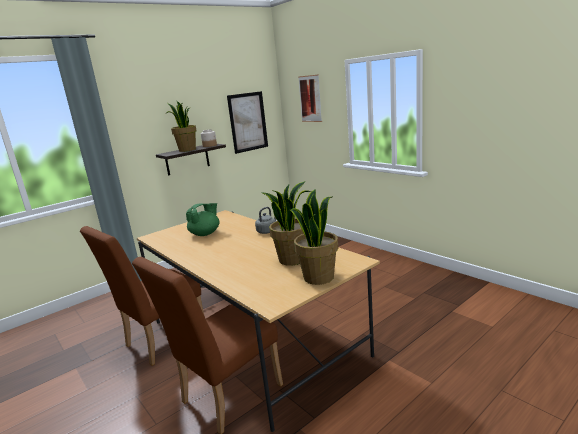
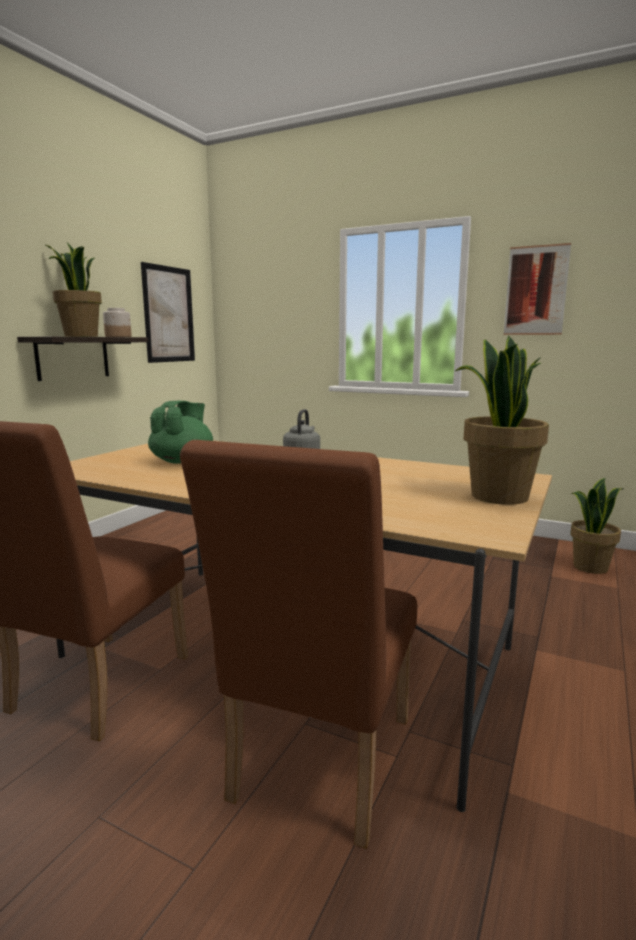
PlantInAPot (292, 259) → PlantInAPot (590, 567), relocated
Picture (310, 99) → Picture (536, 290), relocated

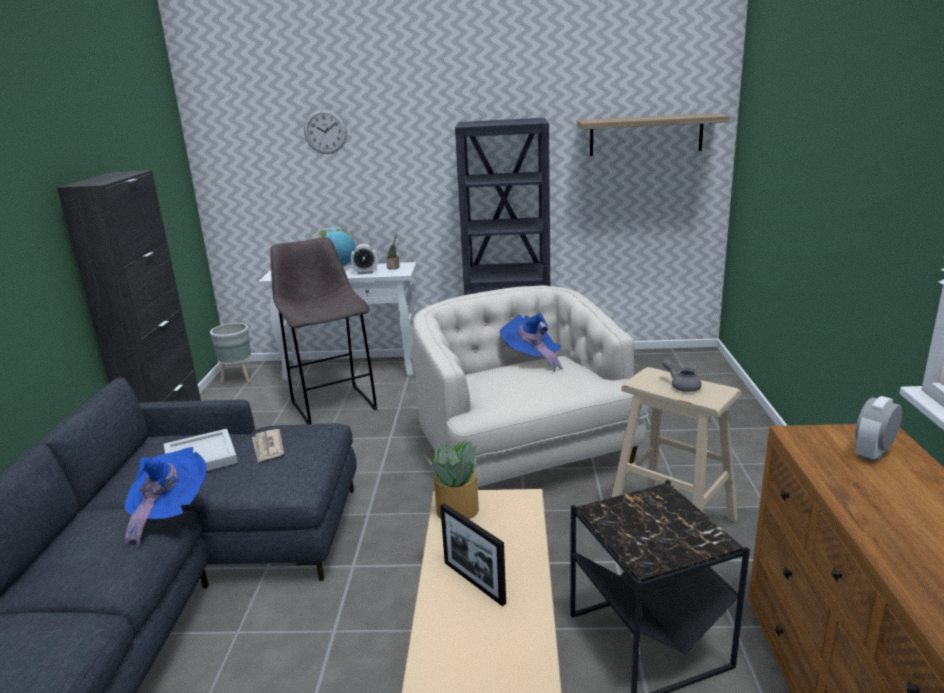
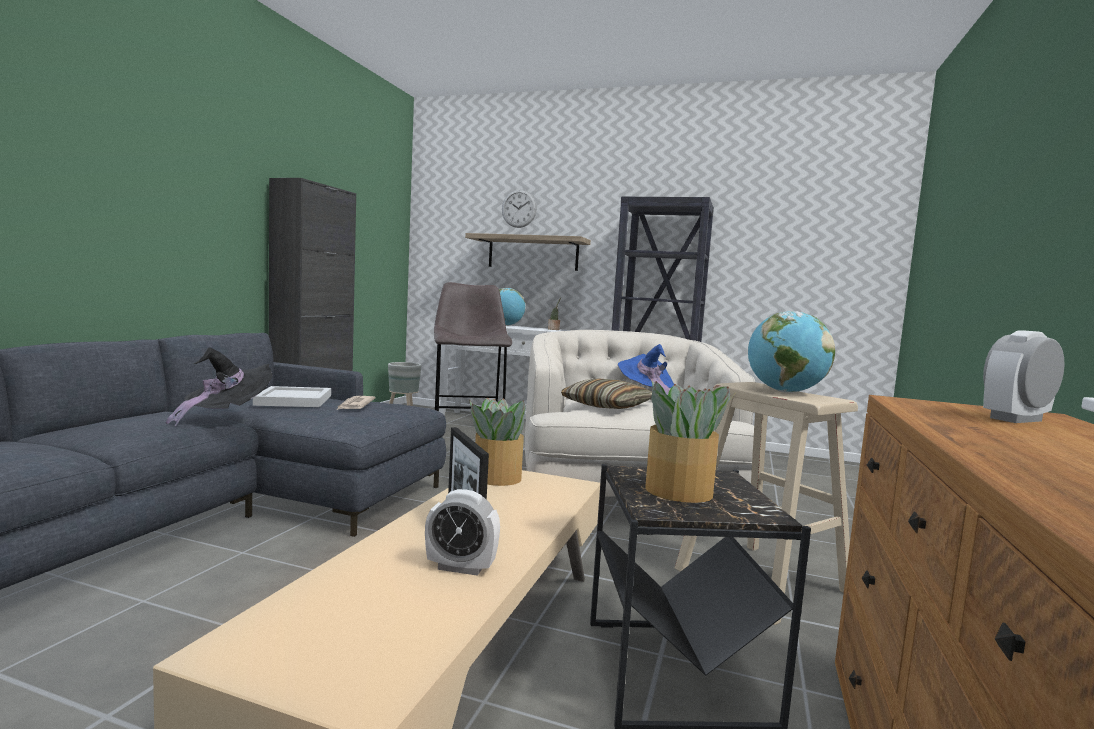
- → Pillow (607, 406)
- → PlantInAPot (680, 492)
AlarmClock (365, 272) → AlarmClock (461, 567), relocated
WallShelf (646, 135) → WallShelf (533, 253), relocated
GreyishPotForTea (682, 385) → DeskGlobe (785, 392)
BlueColouredHat (168, 512) → BlackColouredHat (225, 417)

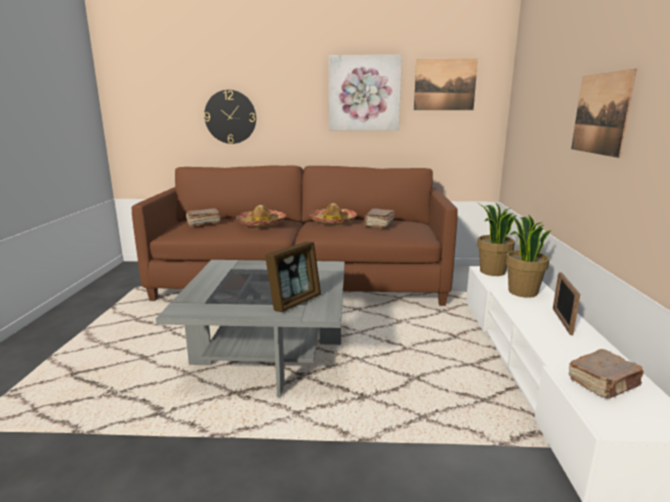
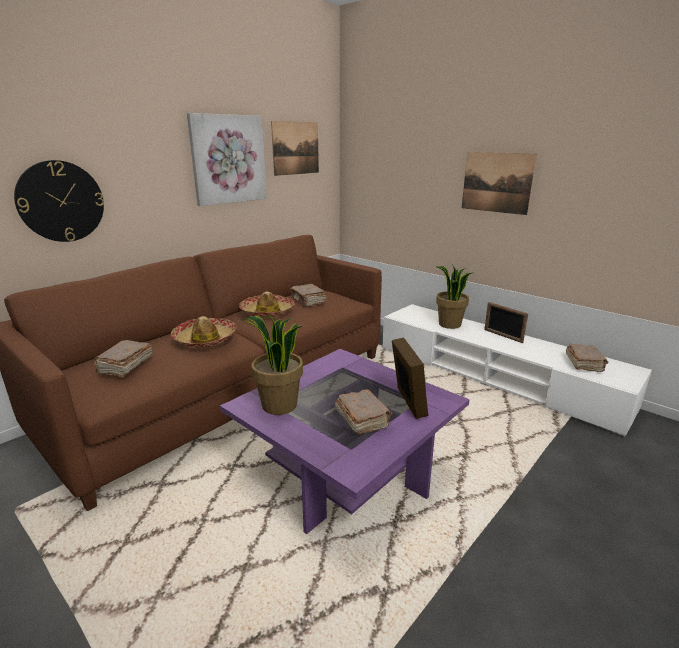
- → BrownBoundBook (362, 419)
PlantInAPot (492, 272) → PlantInAPot (279, 406), relocated
GreyishLoungeTable (268, 354) → PurpleLoungeTable (345, 472)

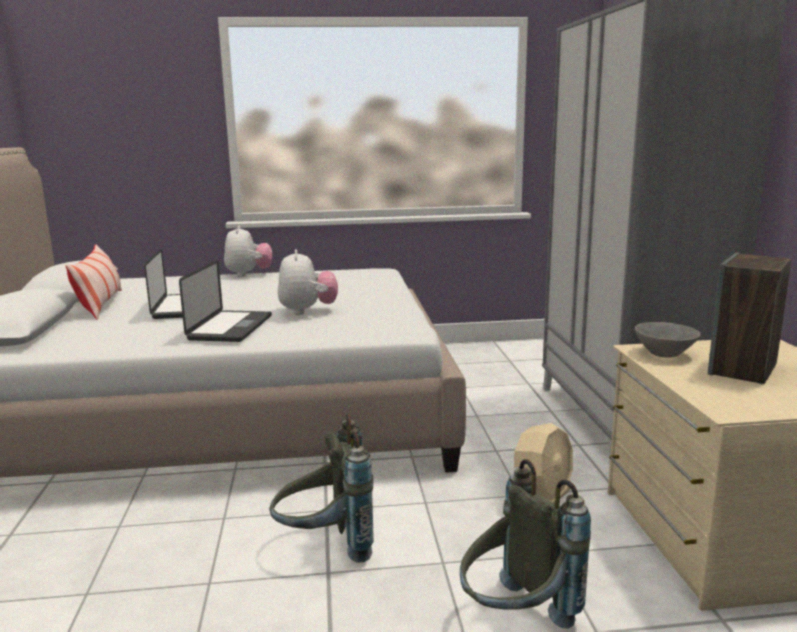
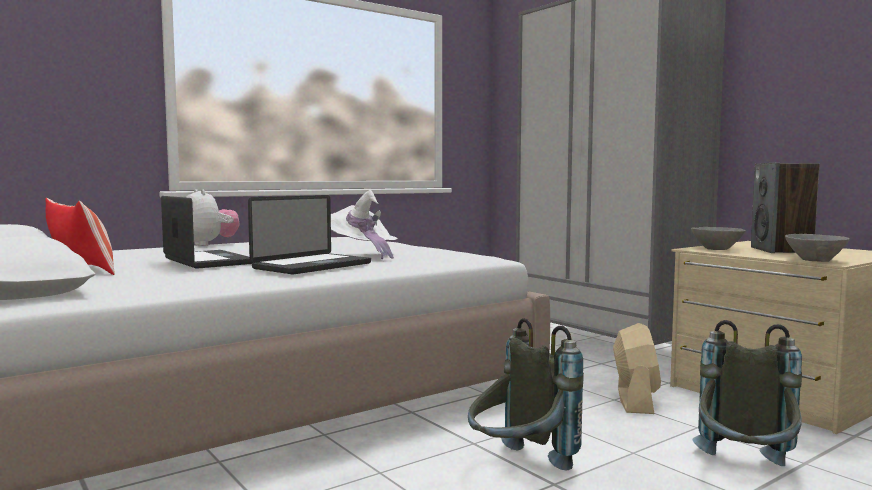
- → GreyishBowl (815, 260)
PlushToy (308, 311) → WhitishHat (362, 254)
PortableComputer (230, 328) → PortableComputer (312, 266), 60 degrees clockwise

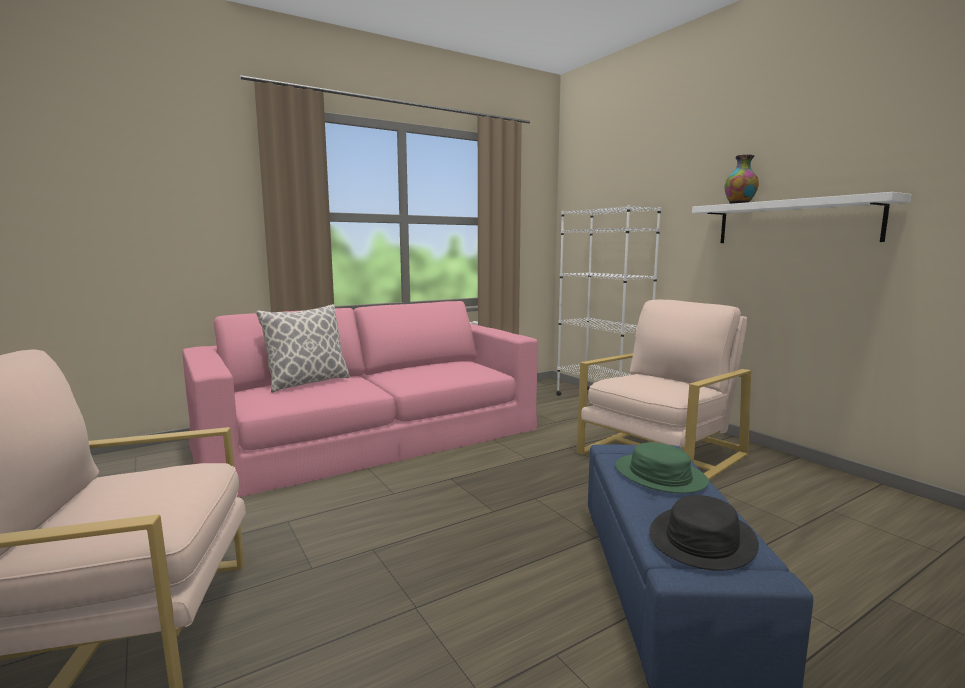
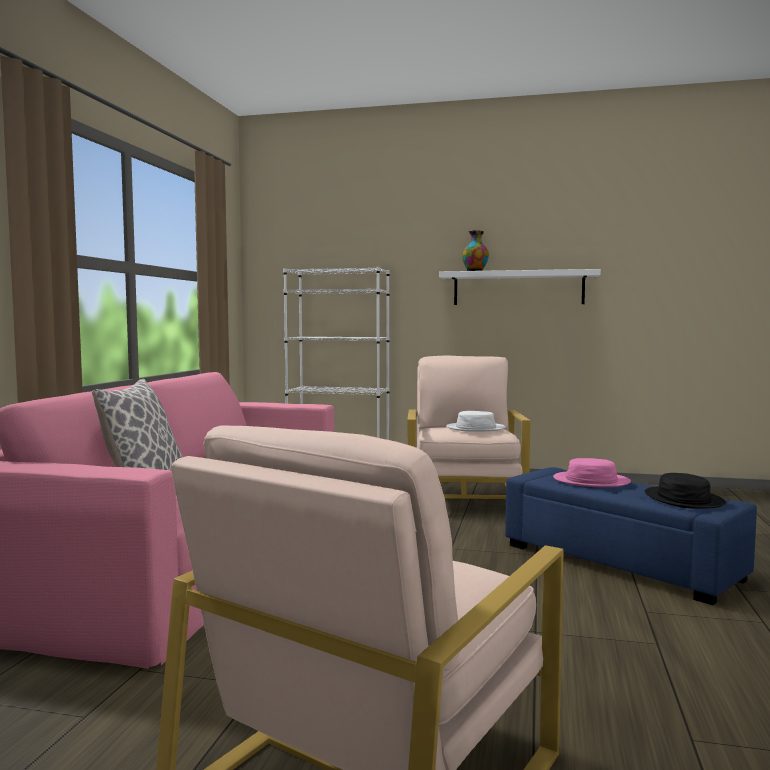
- → WhitishHat (475, 428)
GreenHat (659, 475) → PinkColouredHat (591, 481)

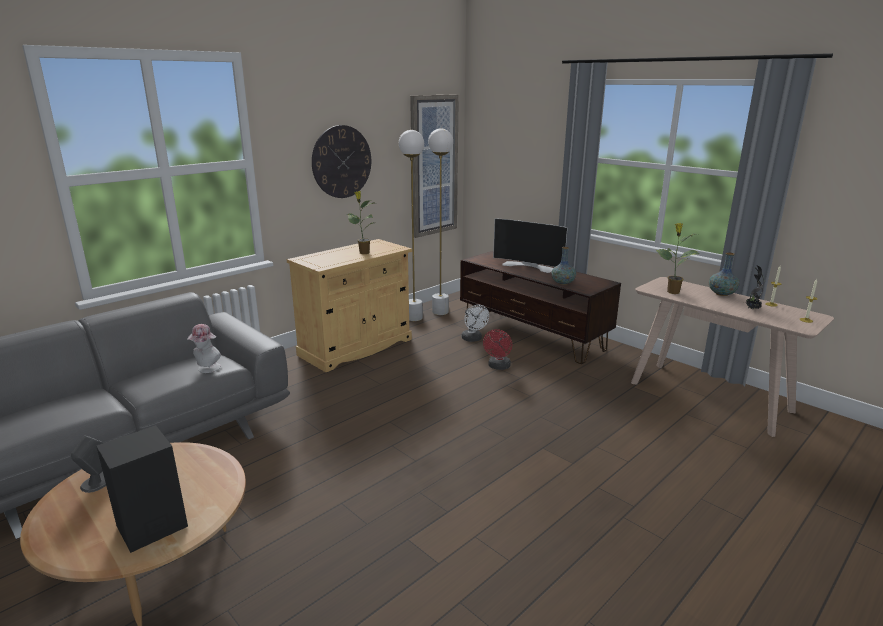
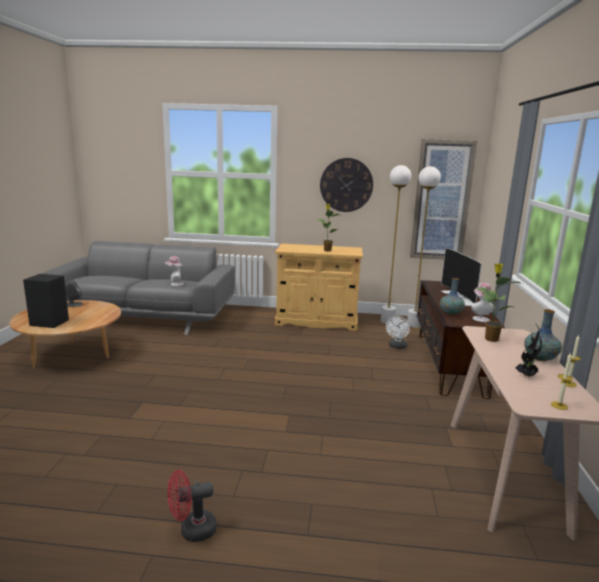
- → Hat (479, 318)
RedColouredFan (498, 367) → RedColouredFan (192, 531), relocated

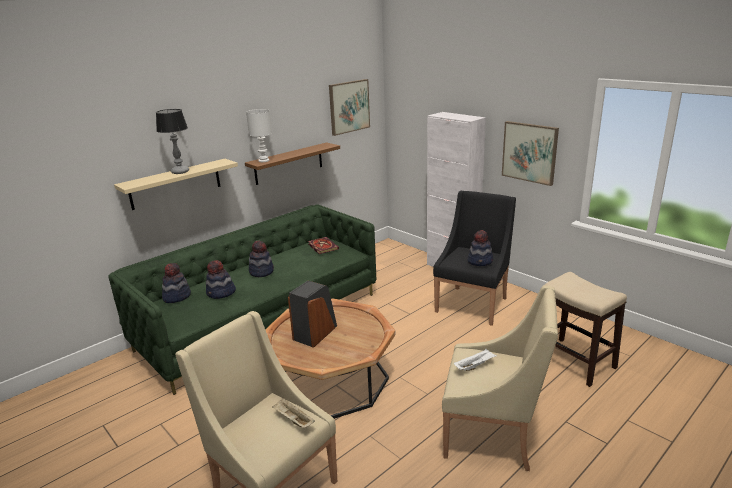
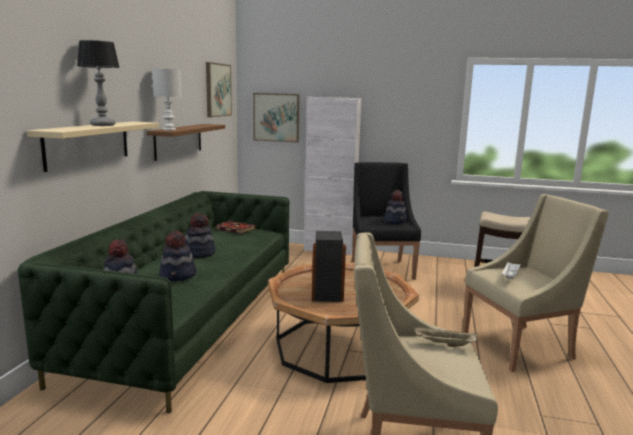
Picture (529, 152) → Picture (276, 117), relocated

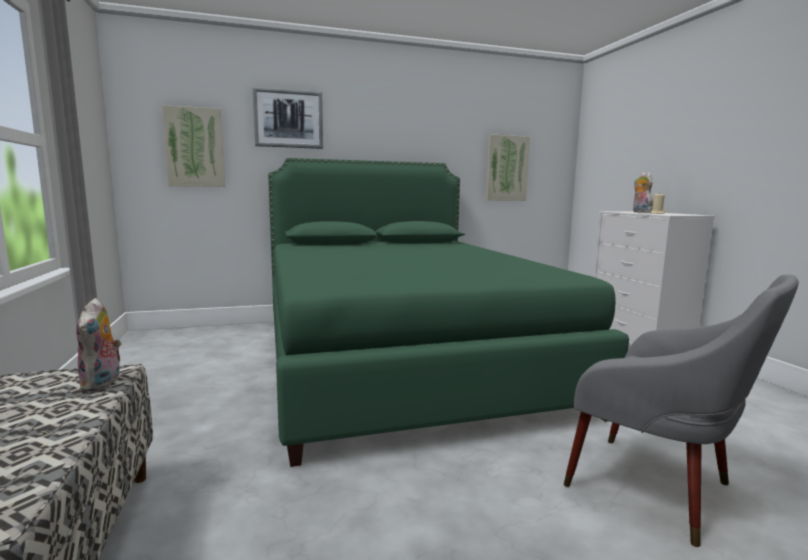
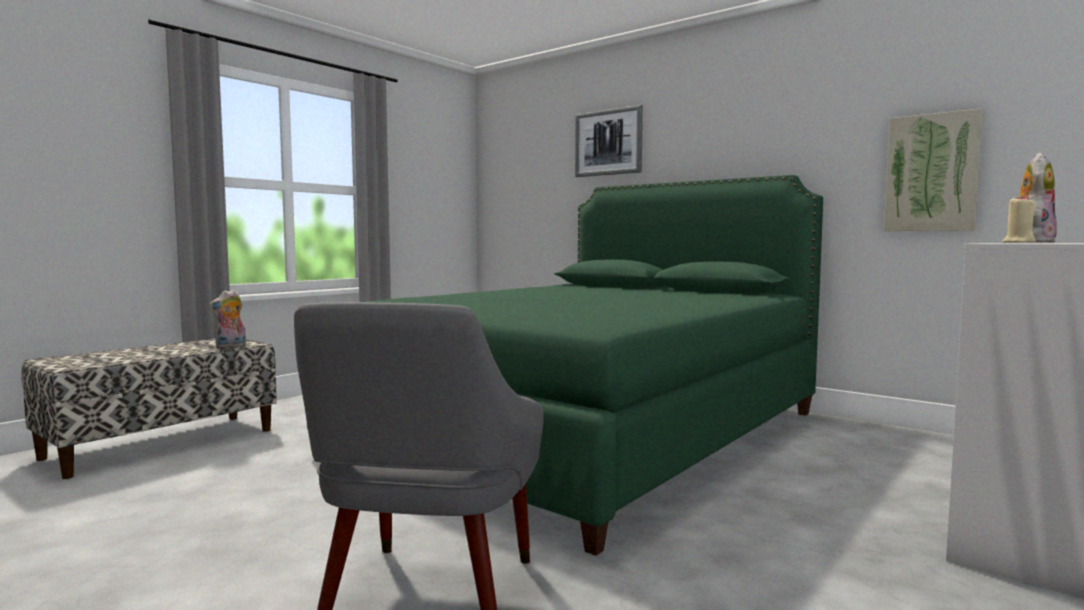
Picture (195, 147) → -

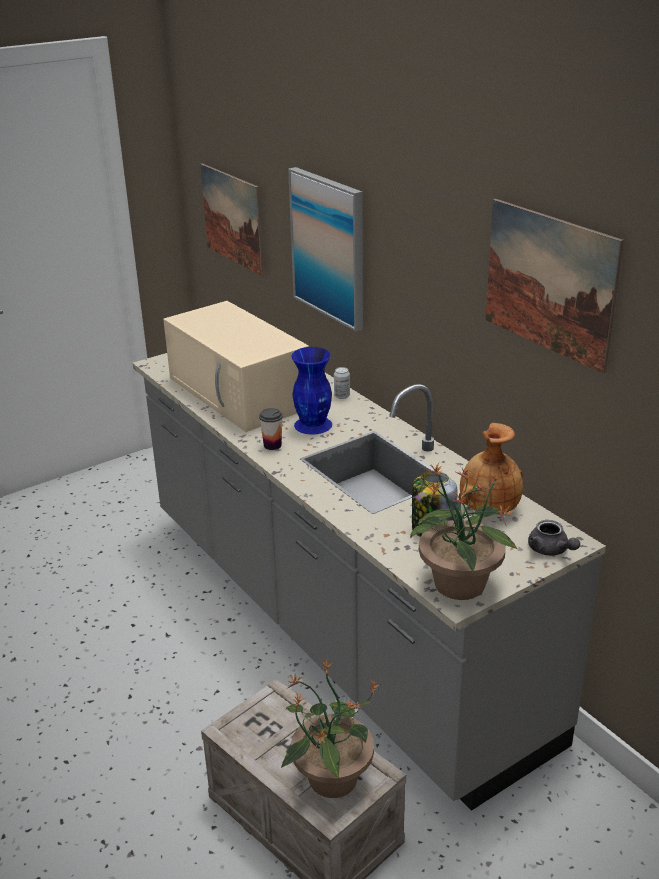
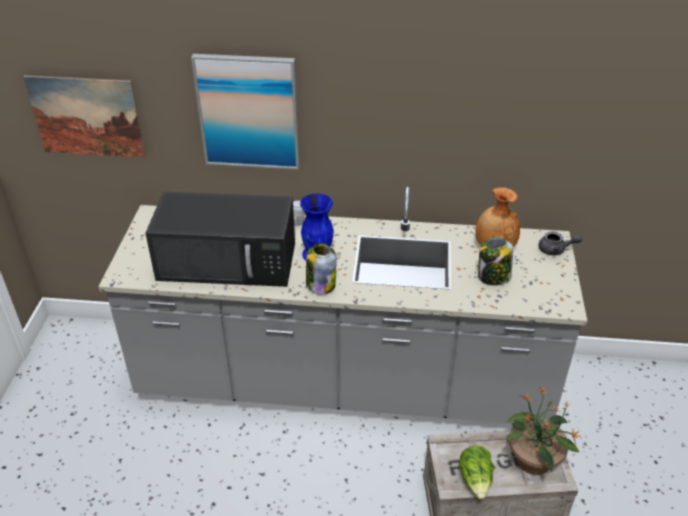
PlantInAPot (459, 585) → -
Picture (549, 283) → -
- → HeadOfLettuce (476, 479)
Cup (272, 445) → StorageJar (320, 284)
BeigeKitchenMicrowave (240, 393) → BlackColouredKitchenMicrowave (229, 261)

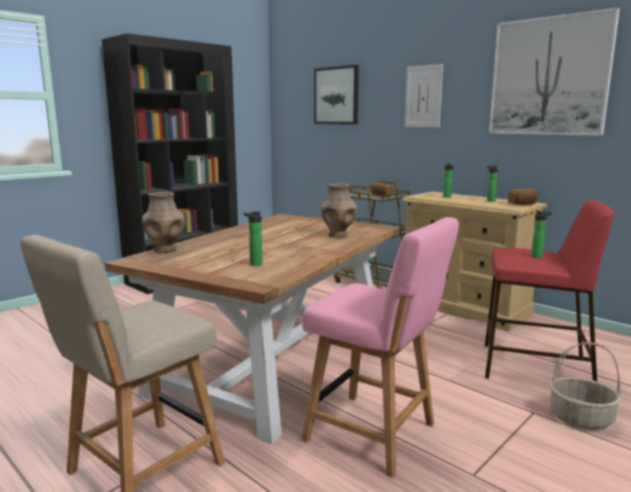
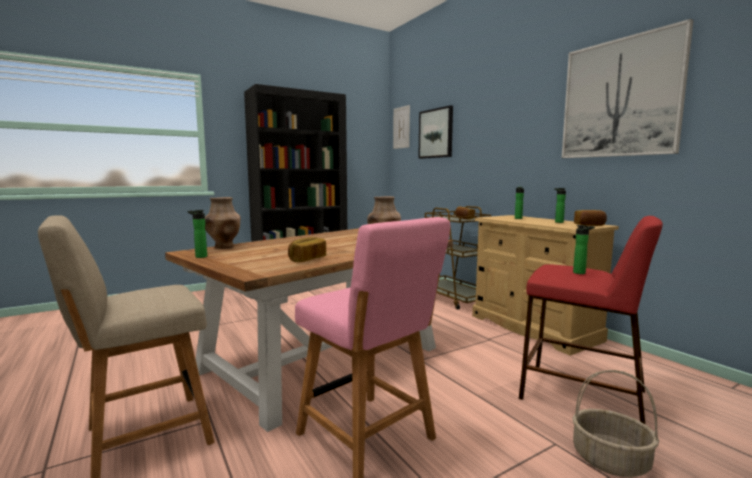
- → BakeryBread (307, 259)
Bottle (254, 264) → Bottle (199, 257), relocated
Picture (423, 96) → Picture (401, 127), relocated

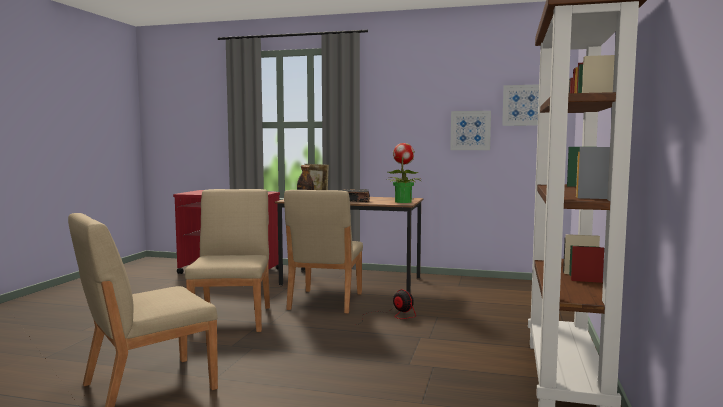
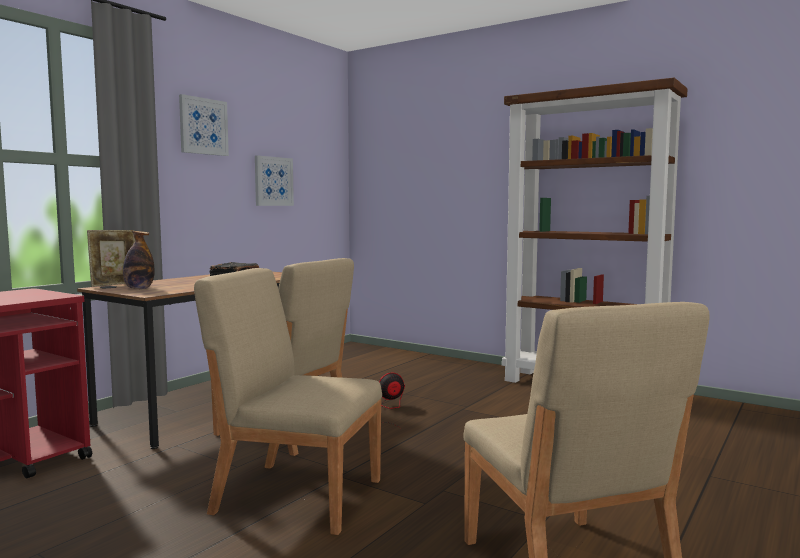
PlantInAPot (403, 201) → -
Picture (523, 105) → Picture (203, 126), relocated

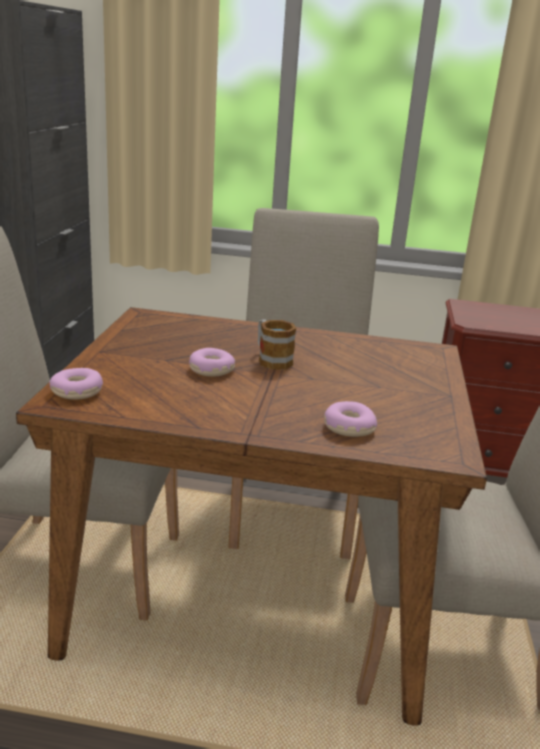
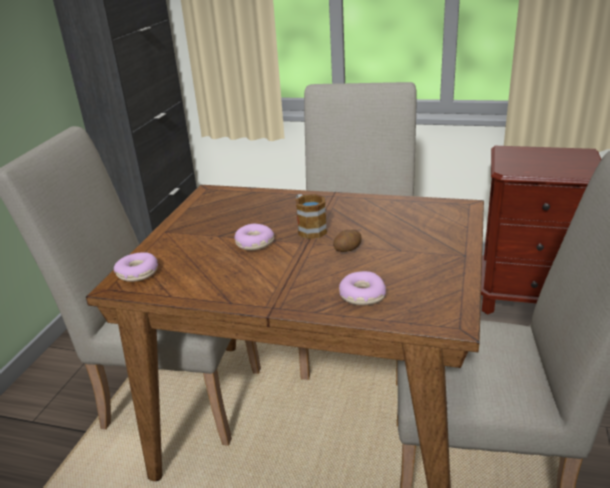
- → Spud (348, 249)

